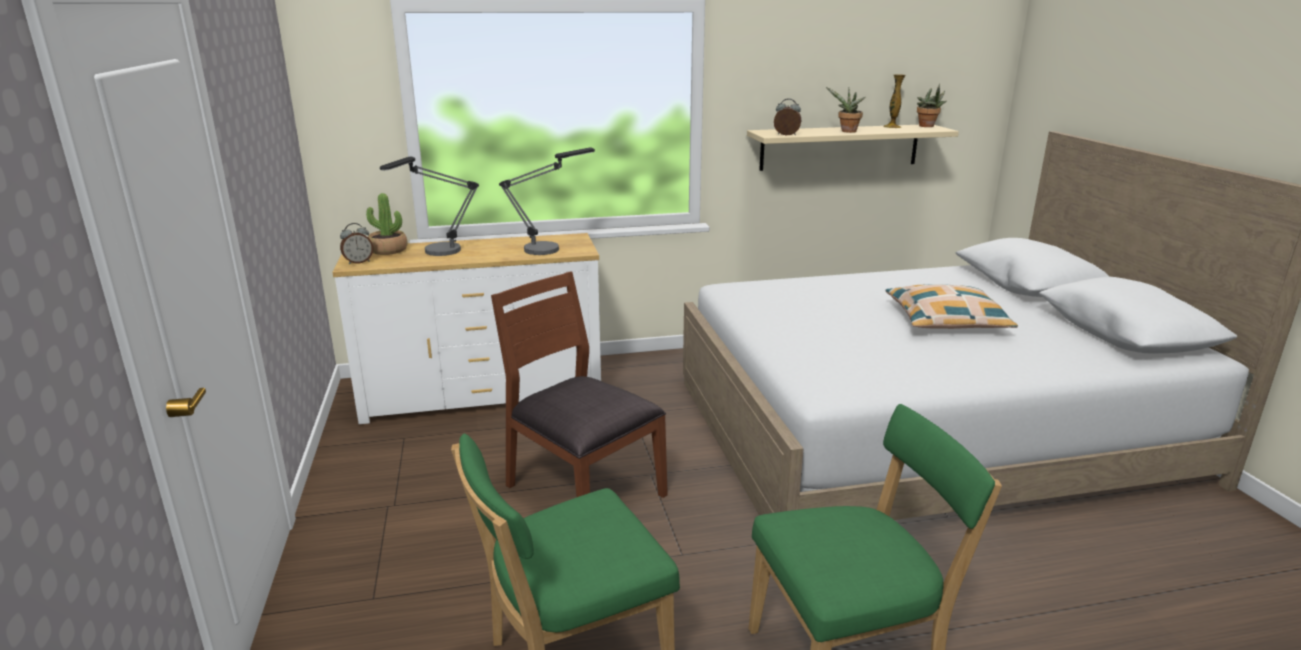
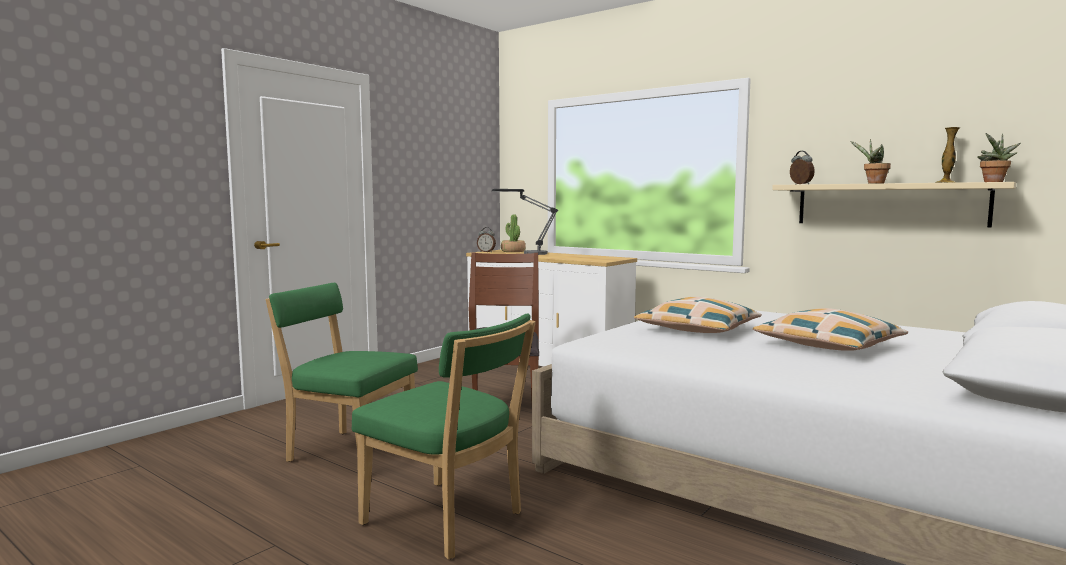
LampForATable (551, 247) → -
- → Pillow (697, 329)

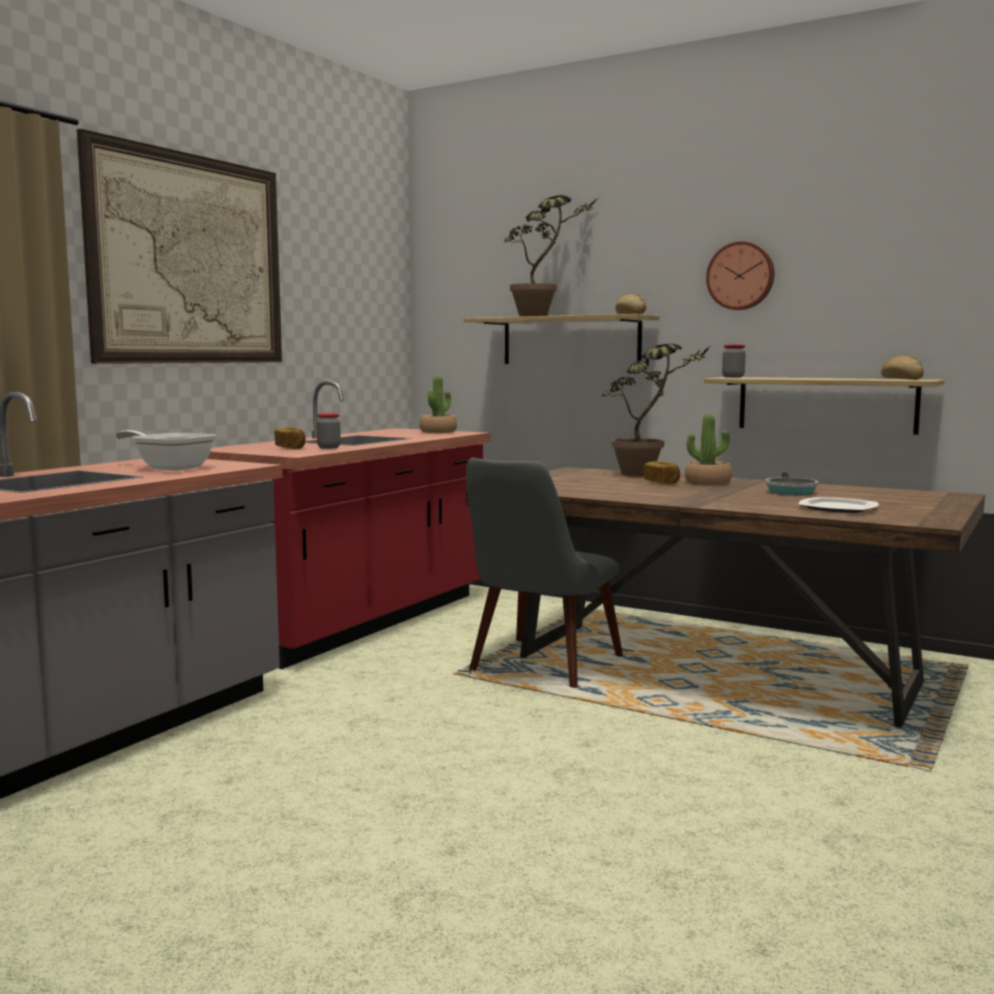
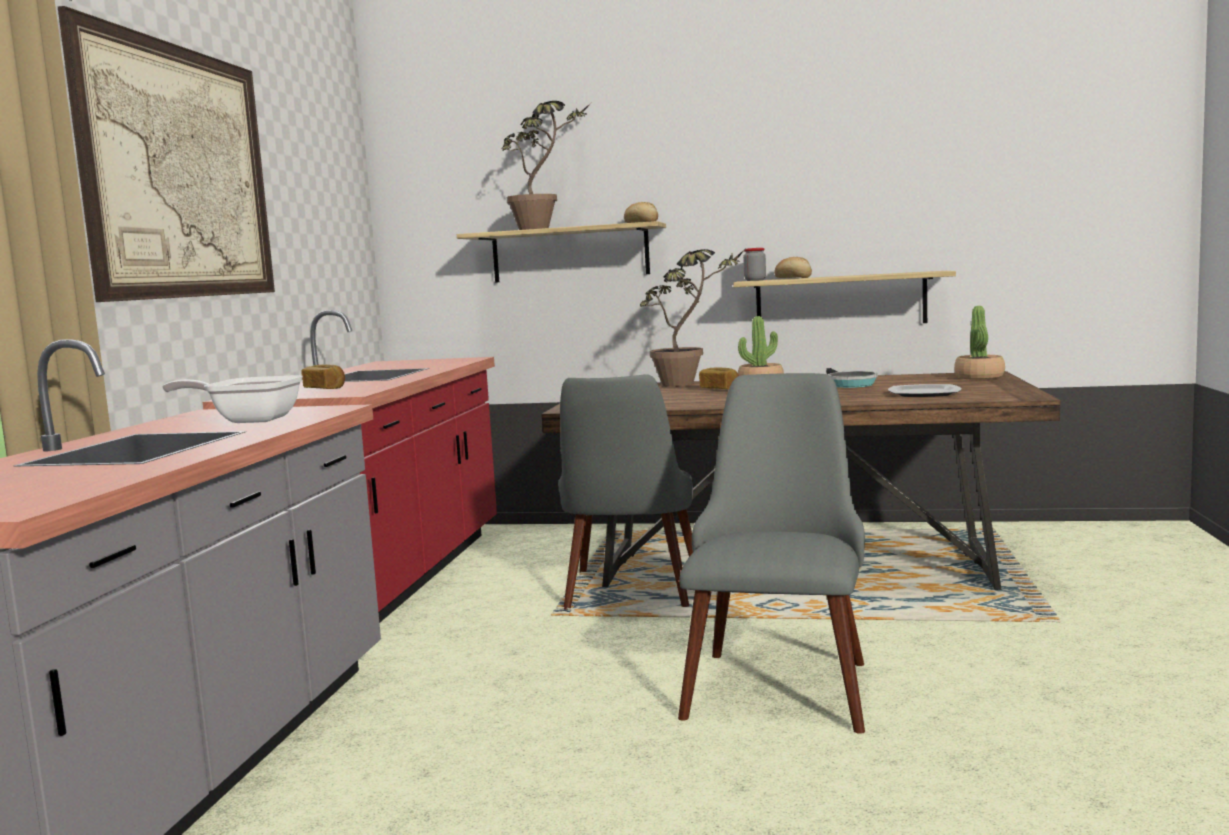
StorageJar (329, 447) → -
HangingClock (741, 276) → -
- → GreyishUprightChair (780, 677)
PlantInAPot (438, 432) → PlantInAPot (979, 377), relocated
BakeryBread (902, 379) → BakeryBread (793, 278), relocated

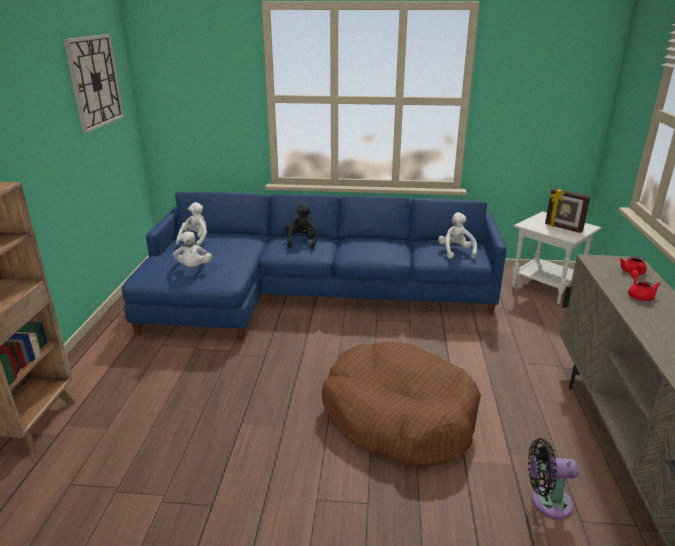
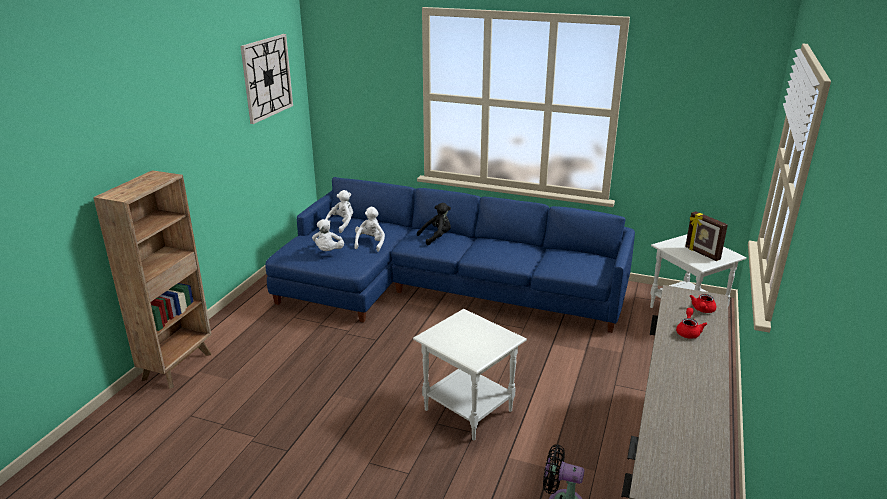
WhitishPlushToy (456, 252) → WhitishPlushToy (370, 243), relocated
BrownPetBed (398, 416) → WhitishAccentTable (469, 411)
BlackColouredPlushToy (302, 242) → BlackColouredPlushToy (436, 237), 45 degrees clockwise

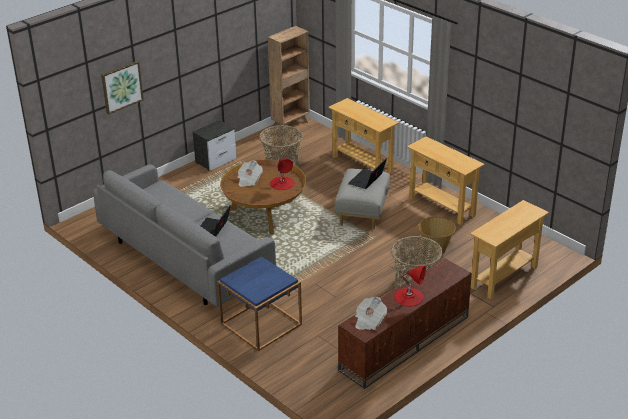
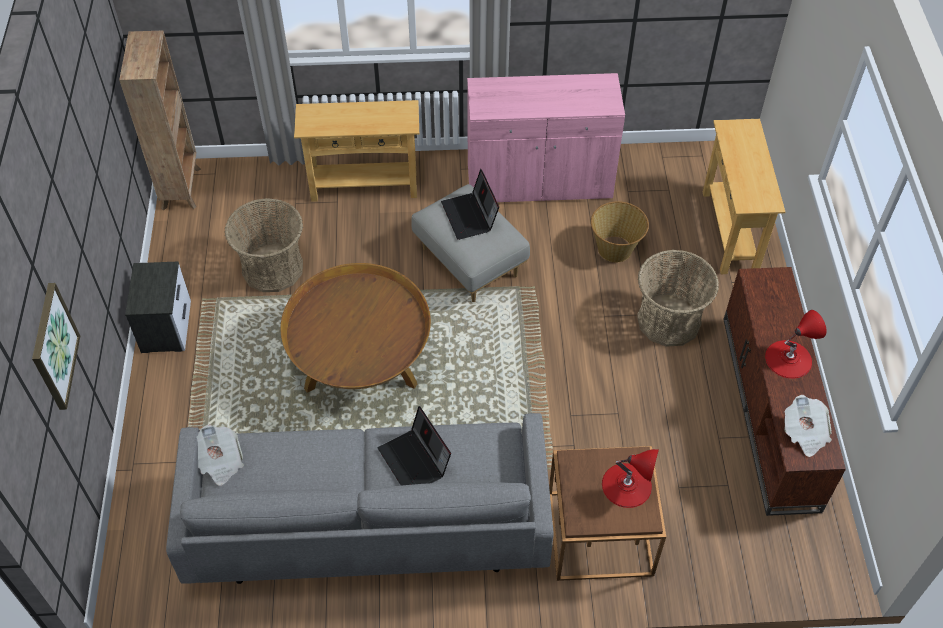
PrintedPaper (249, 180) → PrintedPaper (219, 462), relocated
RedColouredLampForATable (282, 183) → RedColouredLampForATable (627, 485), relocated
BeigeNarrowTable (442, 206) → PinkColouredCupboard (539, 182)
BlueColouredAccentTable (261, 324) → BrownAccentTable (599, 533)

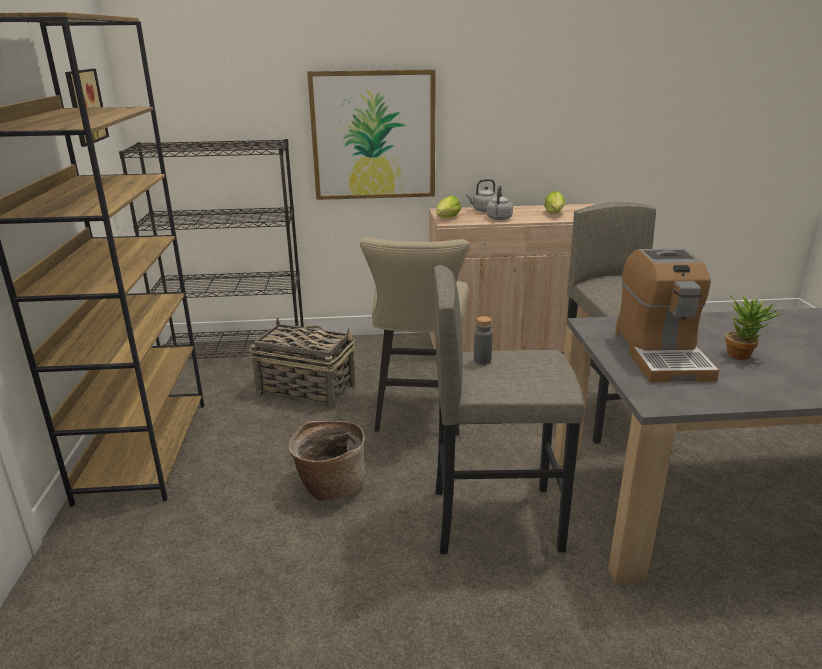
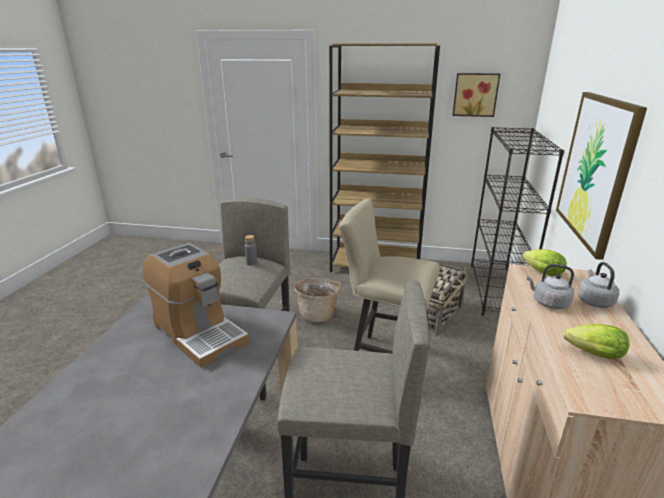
PlantInAPot (742, 355) → -
CoffeeBrewer (661, 354) → CoffeeBrewer (199, 333), 150 degrees counterclockwise

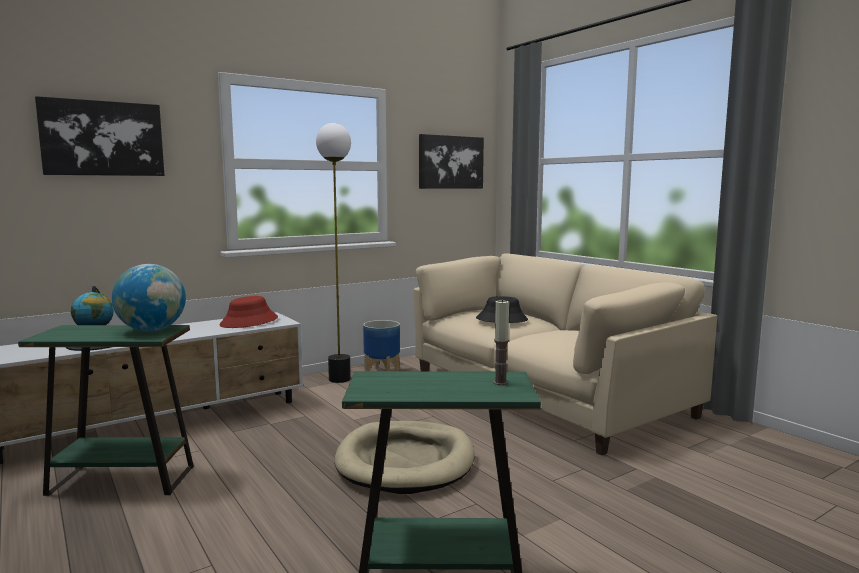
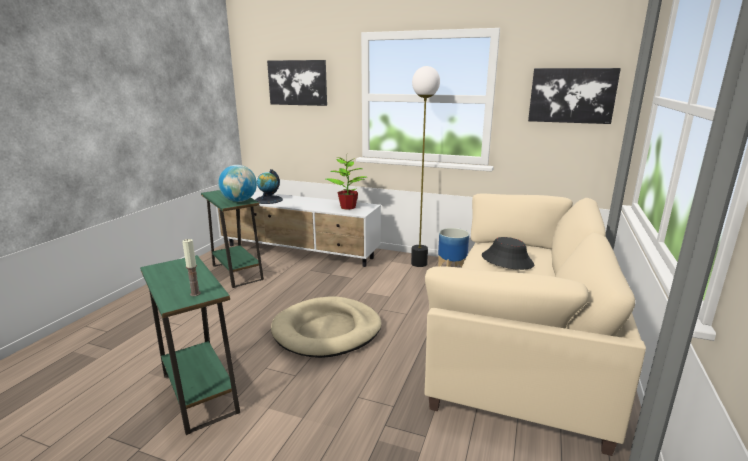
RedColouredHat (249, 322) → PlantInAPot (348, 207)

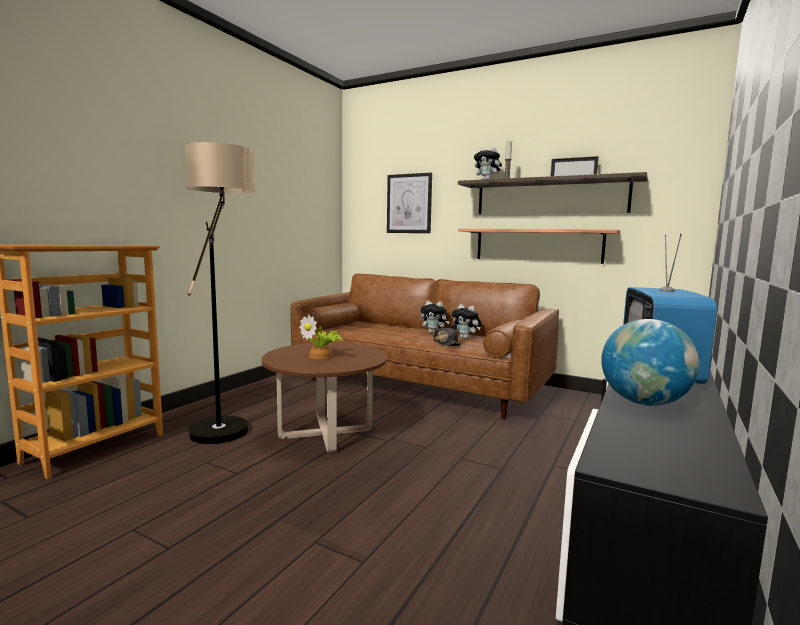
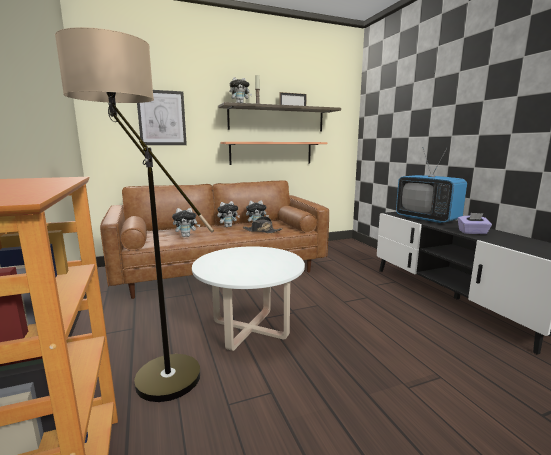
PlantInAPot (322, 356) → -
- → PlushToy (186, 236)
DeskGlobe (644, 403) → PurpleTissueHolder (473, 232)
BrownLoungeTable (325, 433) → WhitishLoungeTable (250, 329)

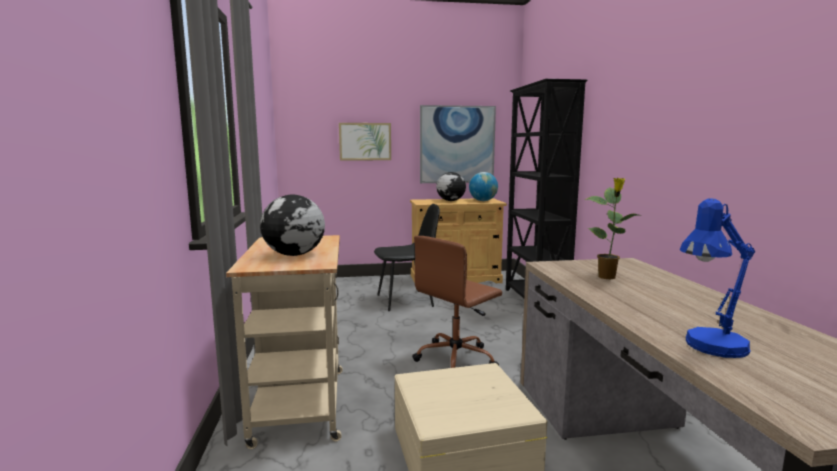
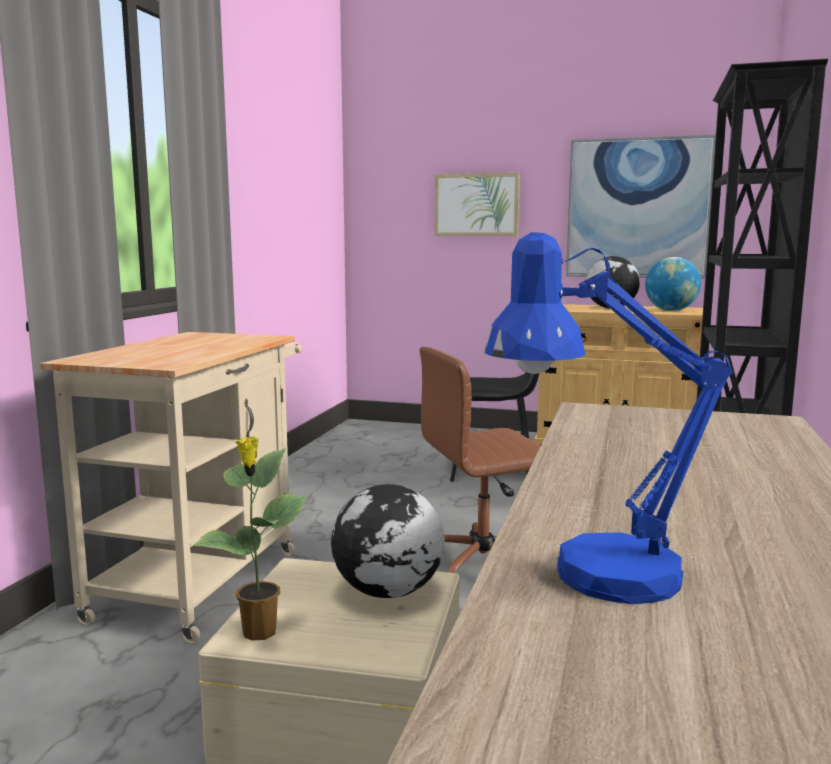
DeskGlobe (294, 255) → DeskGlobe (387, 592), relocated
PlantInAPot (607, 277) → PlantInAPot (259, 633), relocated

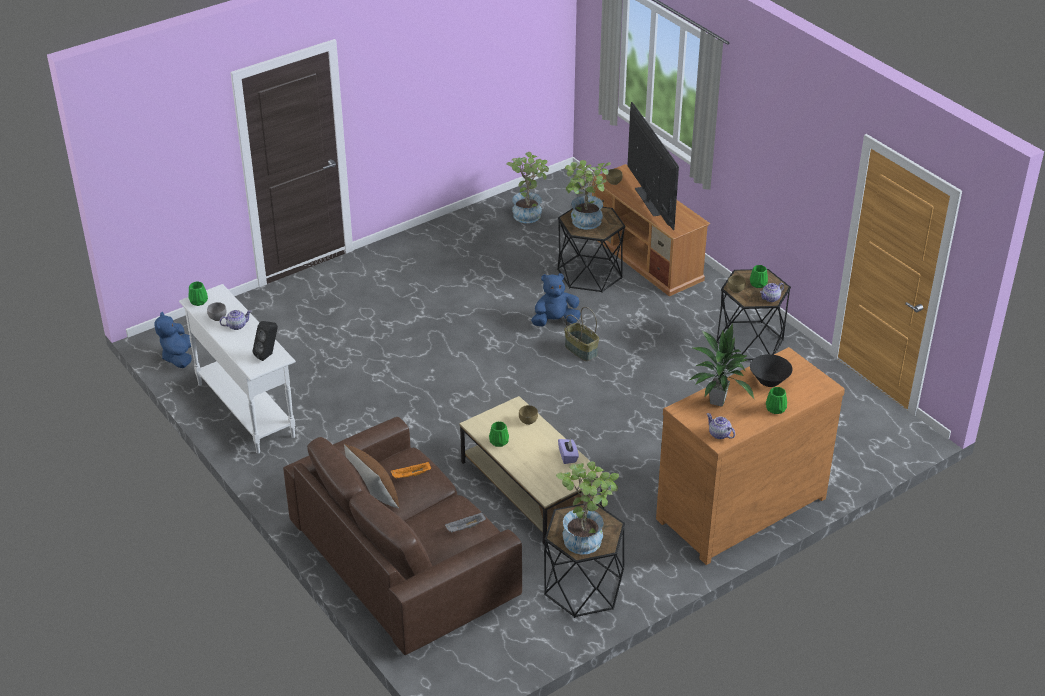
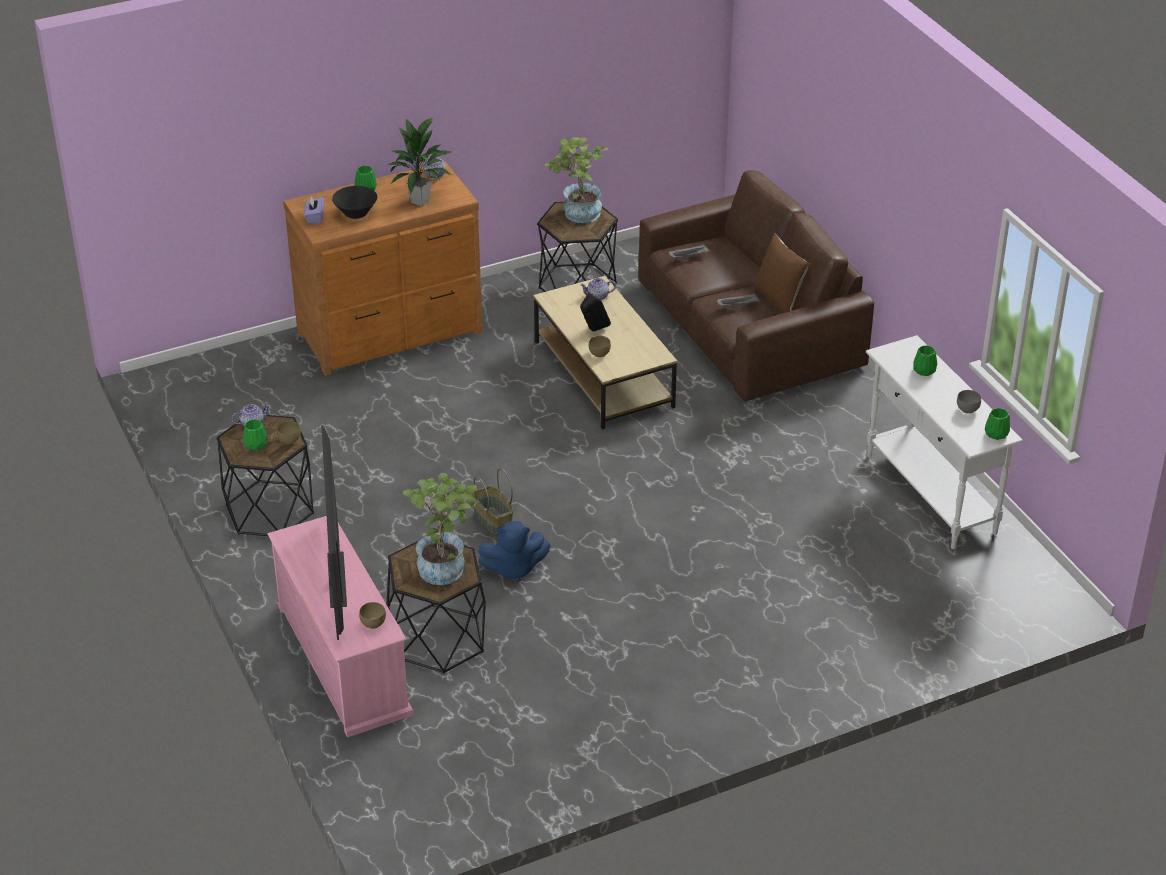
BlueColouredPlushToy (179, 357) → -
PlantInAPot (529, 213) → -
PotForTea (236, 326) → PotForTea (598, 296), relocated
BlackColouredLoudspeaker (268, 355) → BlackColouredLoudspeaker (593, 330), relocated
GreenFlowerVase (499, 441) → GreenFlowerVase (923, 371), relocated
PurpleTissueHolder (568, 456) → PurpleTissueHolder (315, 217), relocated
OrangeyCarryingTray (411, 475) → GreyishCarryingTray (738, 306)
BrownMediaConsole (646, 256) → PinkColouredMediaConsole (342, 659)

